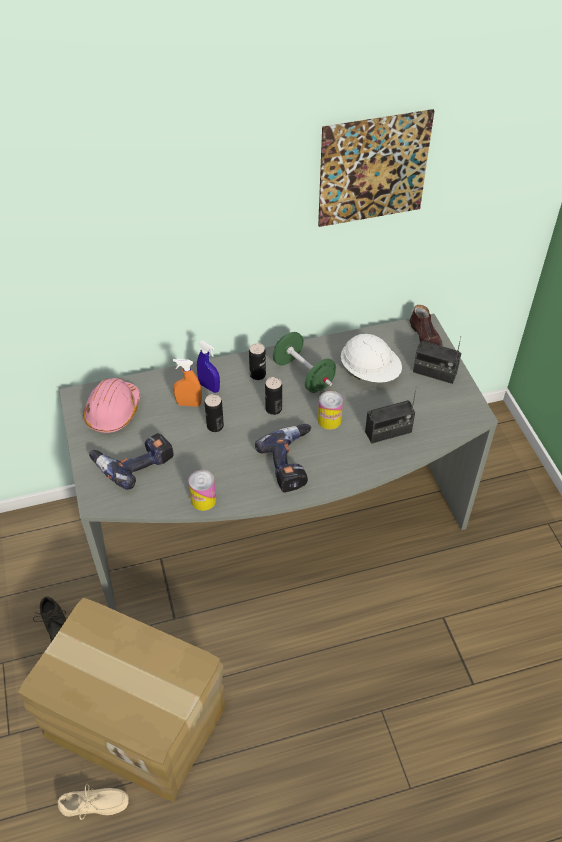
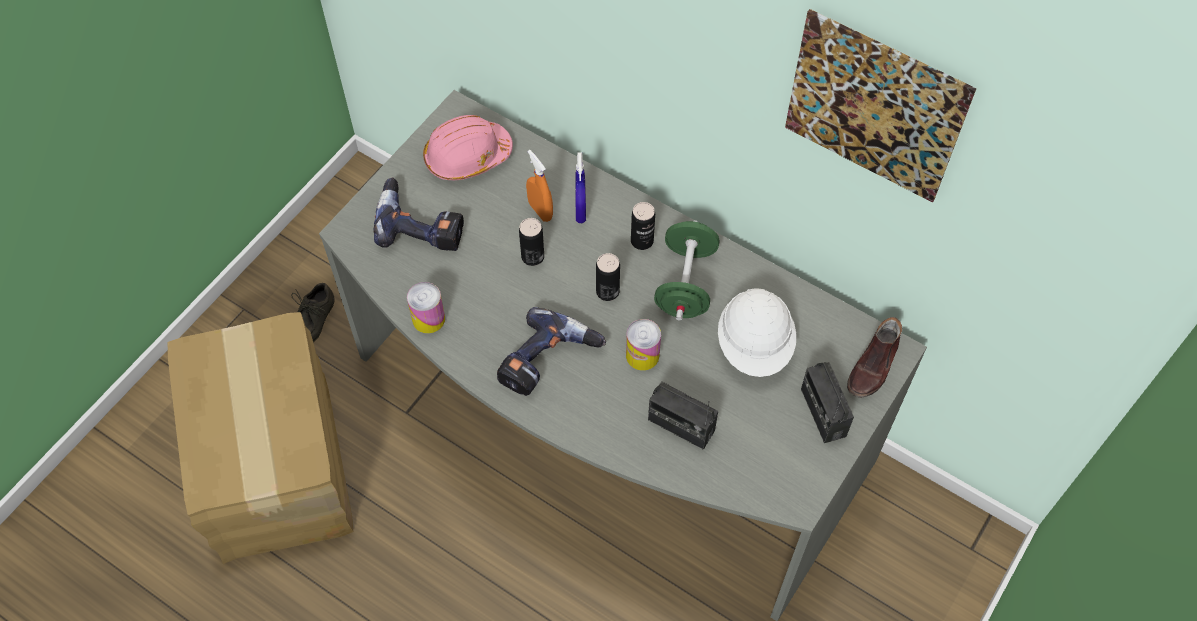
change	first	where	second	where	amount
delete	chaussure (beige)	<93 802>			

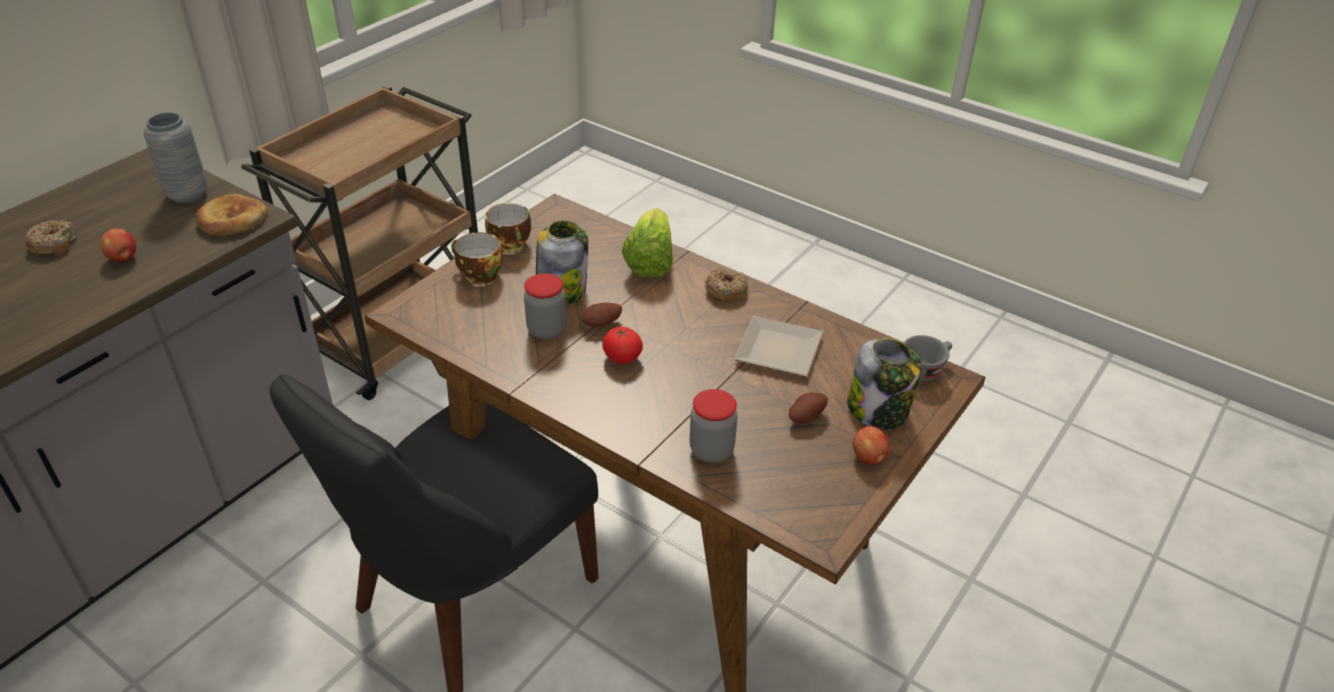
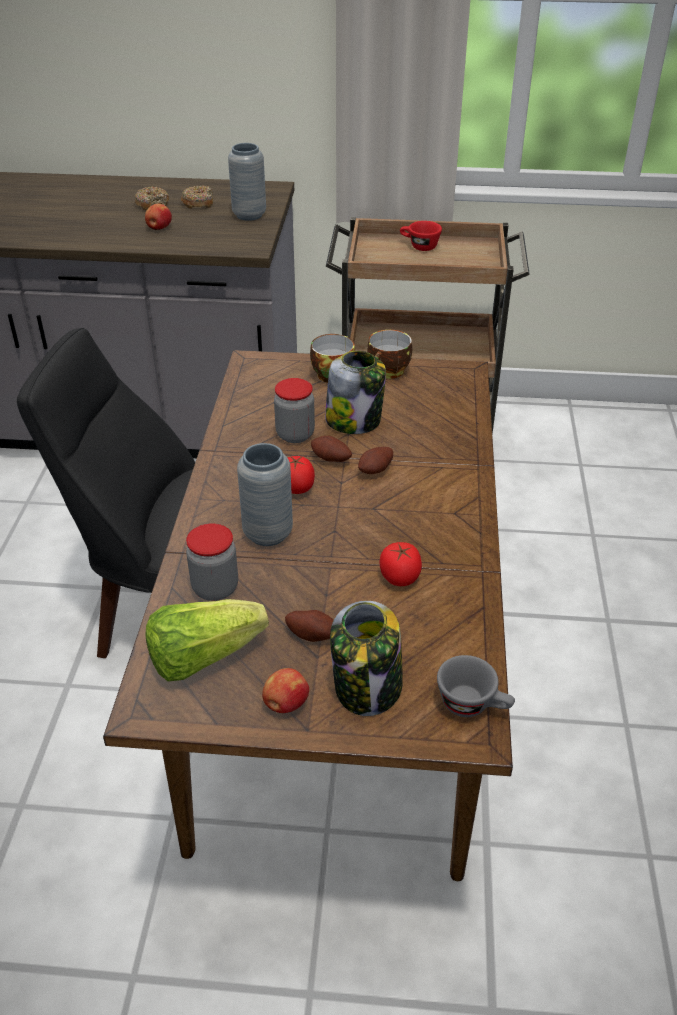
change	first	where	second	where	amount
move	laitue	<647 243>		<207 640>	
move	beignet	<726 284>		<197 197>	
insert			vase (gris)	<265 494>	
insert			pomme de terre	<375 460>	
replace	assiette	<778 346>	tomate	<400 564>	
insert			tasse (rouge)	<421 236>	
delete	pain	<231 215>			

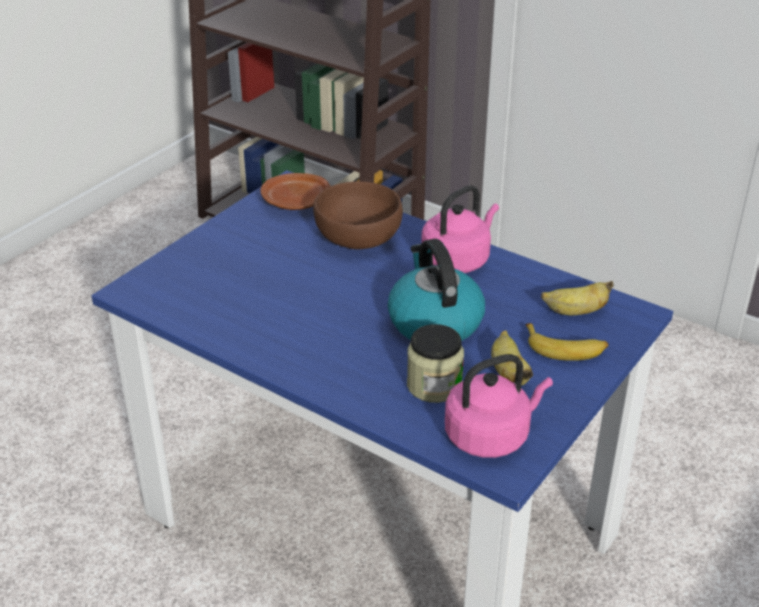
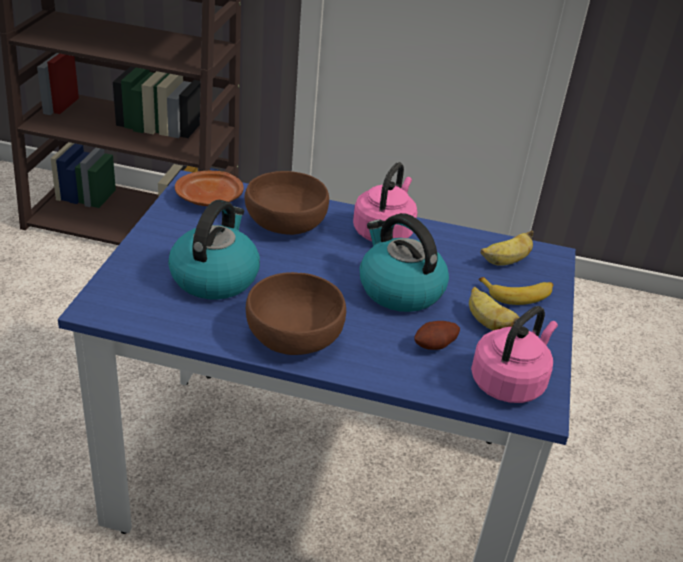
change	first	where	second	where	amount
insert			bouilloire	<214 250>	
insert			bol (marron)	<296 313>	
replace	bocal	<435 363>	pomme de terre	<437 335>	

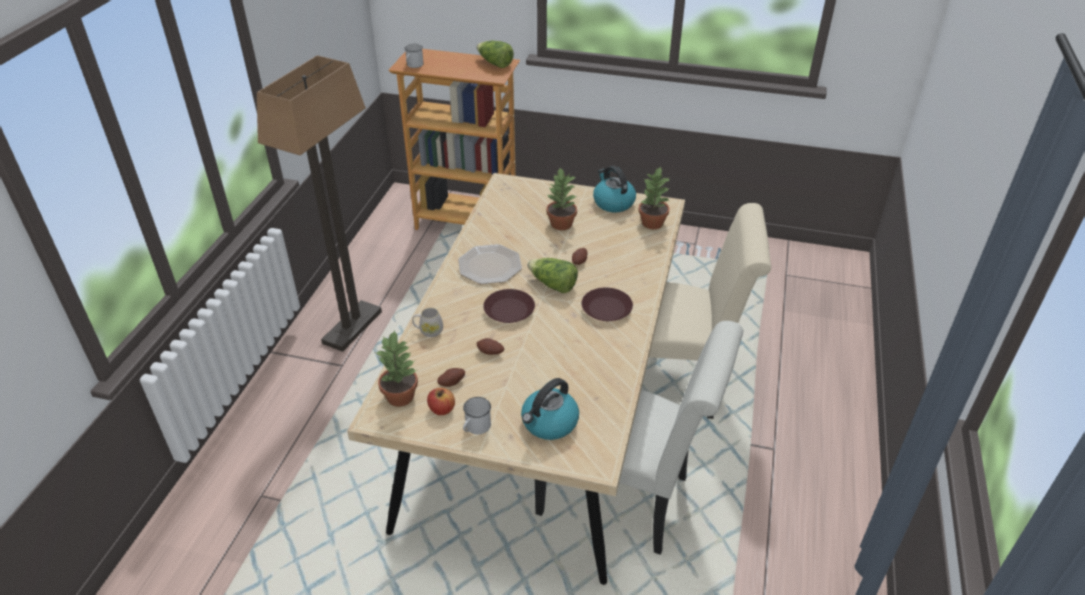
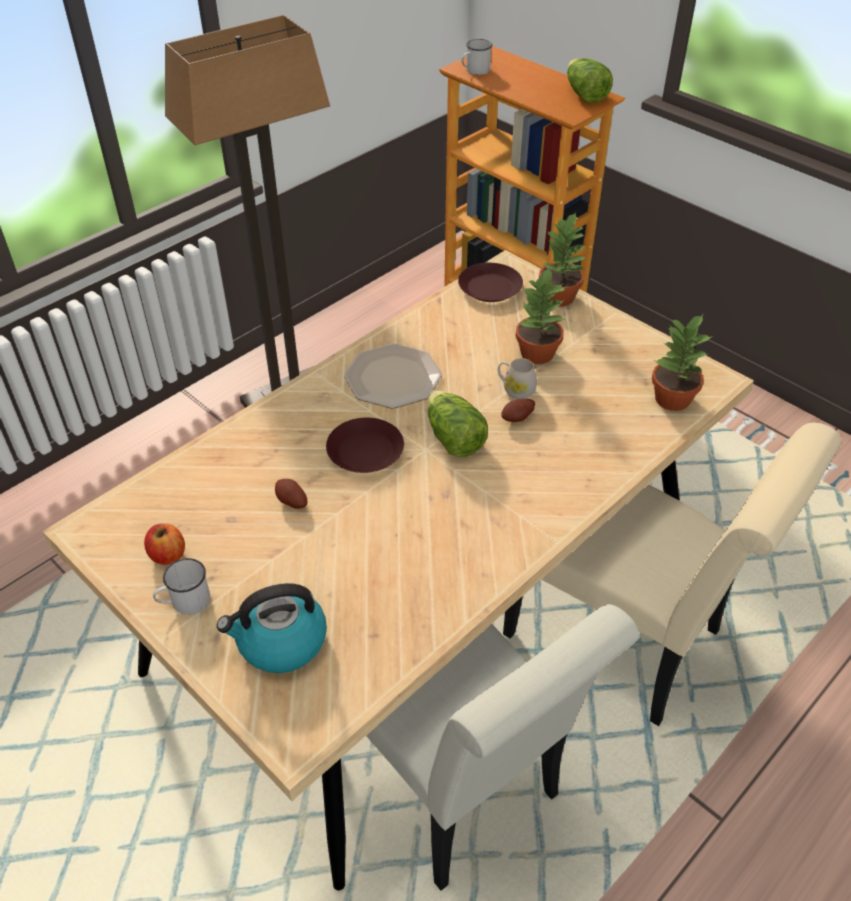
change	first	where	second	where	amount
move	assiette (marron)	<607 304>		<490 282>	
move	mug (blanc)	<427 322>		<517 378>	
move	plante en pot	<396 368>		<563 259>	
delete	pomme de terre	<451 377>			
delete	bouilloire	<614 189>			

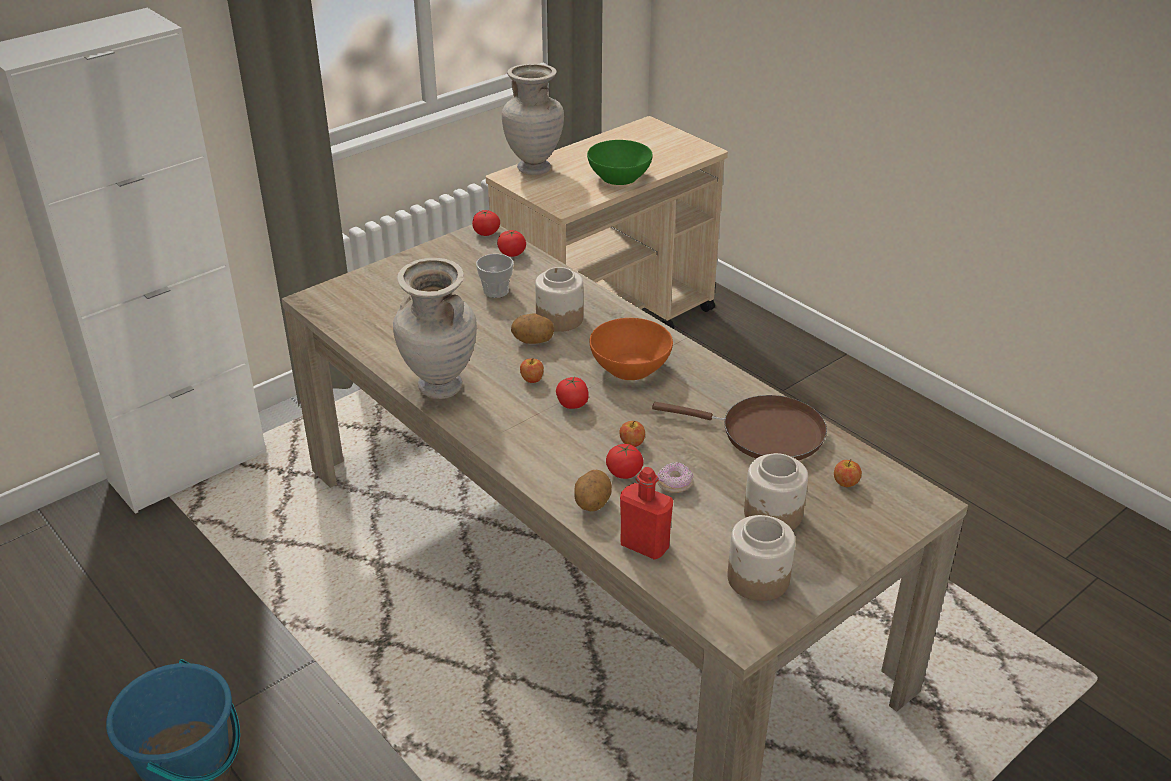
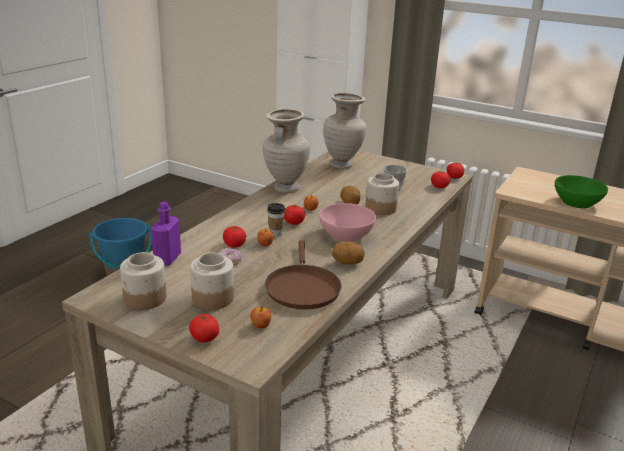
change	first	where	second	where	amount
recolor	bouteille (rouge)	<646 513>	bouteille (violet)	<166 233>	
insert			tomate	<204 328>	
insert			tasse	<276 220>	
recolor	bol (orange)	<631 349>	bol (rose)	<347 222>	
move	vase (beige)	<533 119>		<344 131>	
move	pomme de terre	<593 490>		<348 253>	

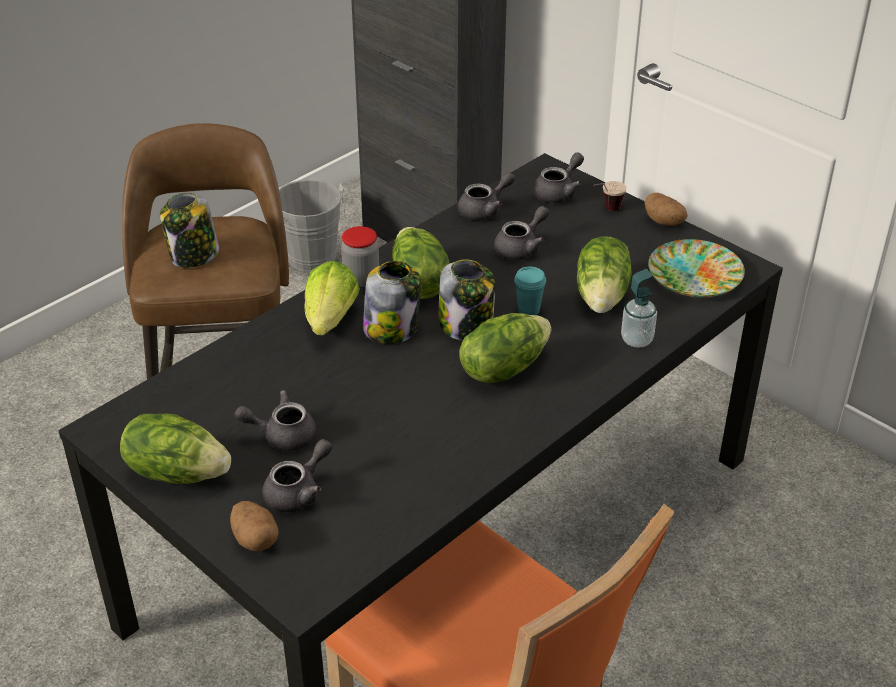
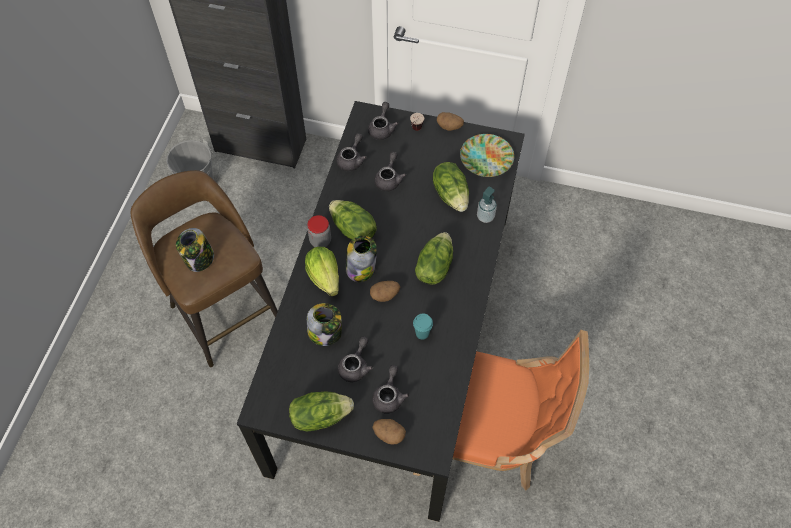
change	first	where	second	where	amount
move	bocal	<467 300>		<324 324>	
rotate	théière (gris)	<276 420>		<355 359>	150 degrees clockwise
insert			pomme de terre	<385 291>	
move	tasse (turquoise)	<530 291>		<423 326>	

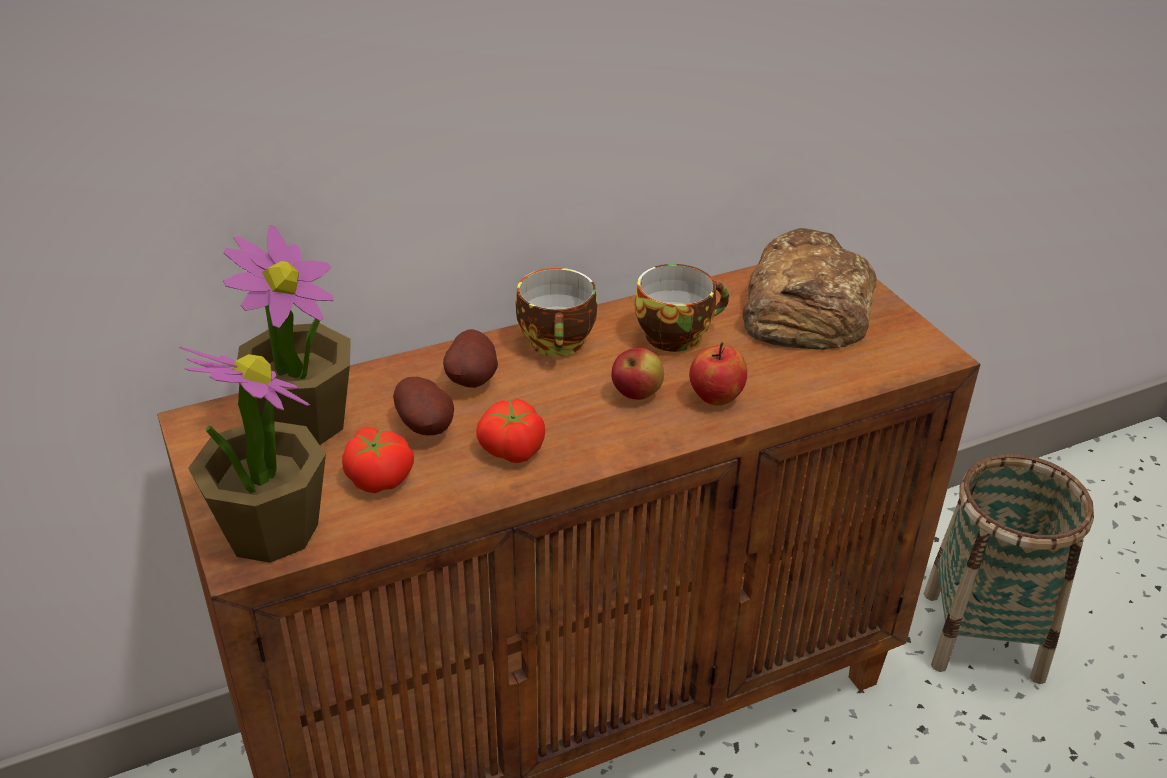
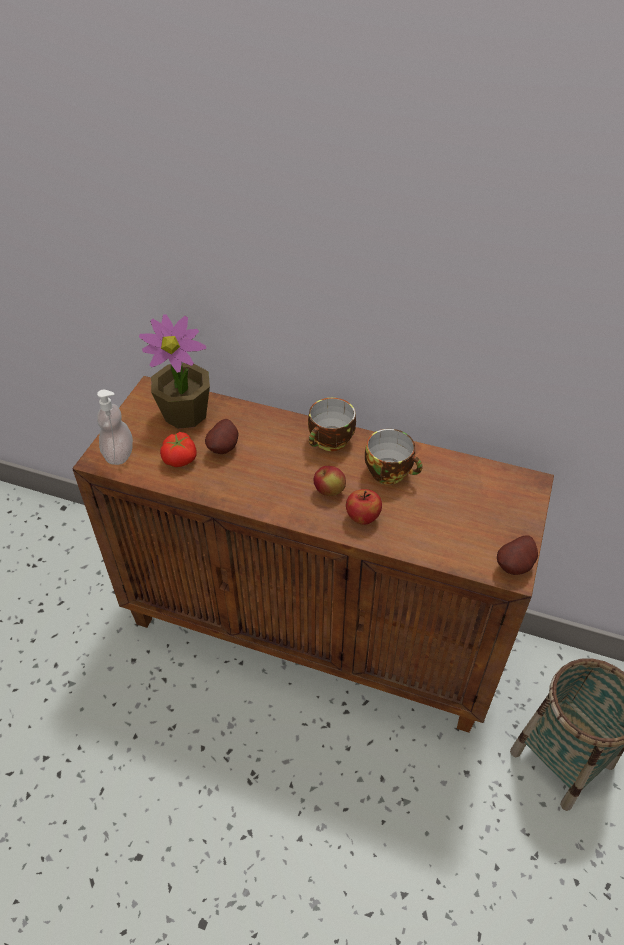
change	first	where	second	where	amount
replace	plante en pot	<252 454>	distributeur de savon	<115 427>	
move	pomme de terre	<470 358>		<517 555>	
delete	tomate	<510 431>			
delete	pain	<809 289>			

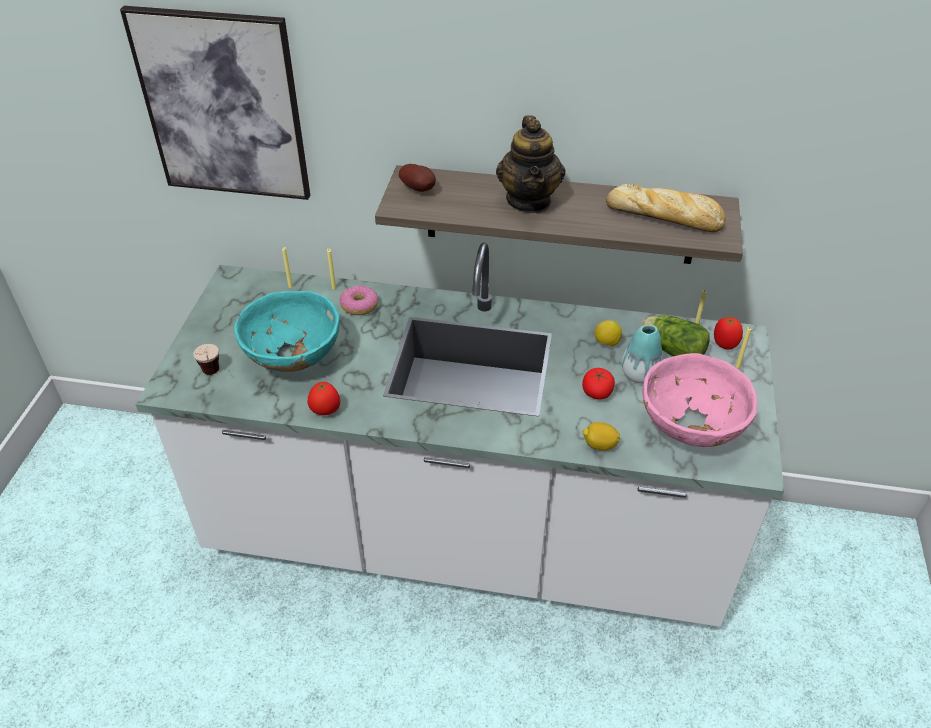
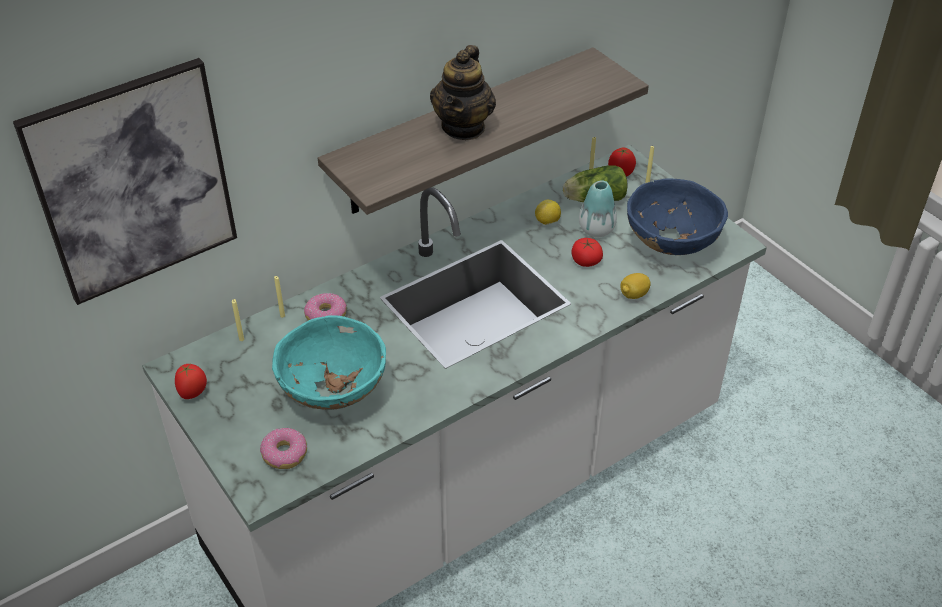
change	first	where	second	where	amount
move	tomate	<323 398>		<191 381>	
replace	tasse	<206 359>	beignet	<283 448>	
rotate	théière	<531 164>		<463 92>	60 degrees clockwise
recolor	bol (rose)	<699 400>	bol (bleu)	<677 216>	
delete	pomme de terre	<417 178>			
delete	pain	<666 208>			

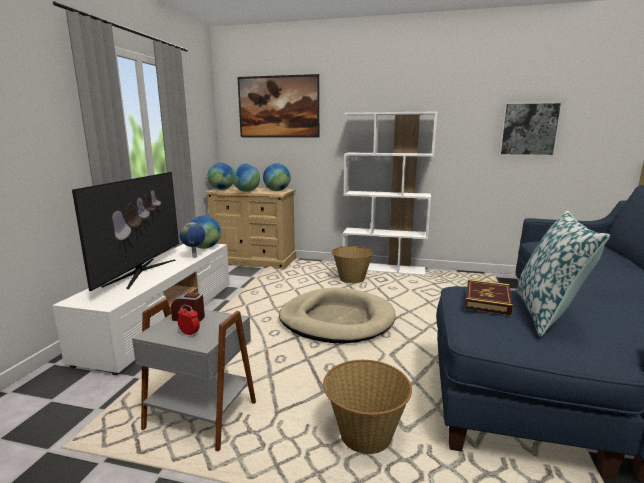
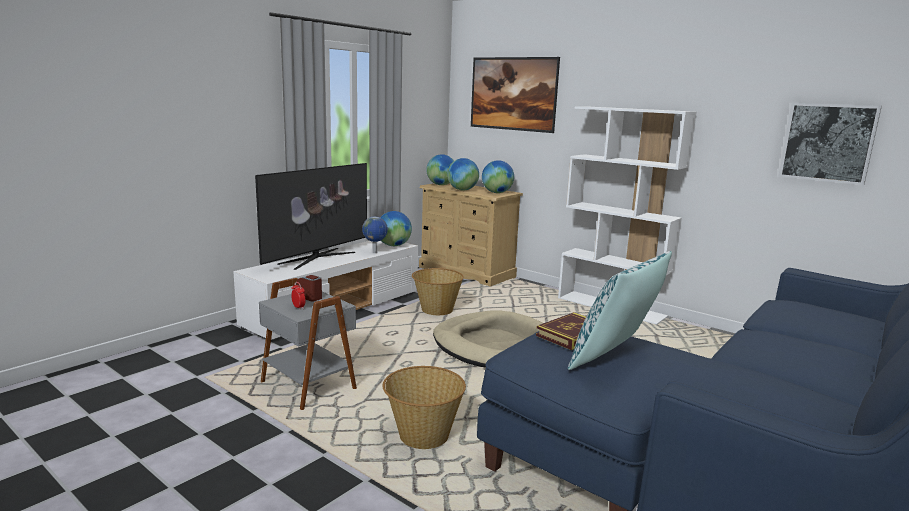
change	first	where	second	where	amount
move	panier	<352 264>		<438 291>	

